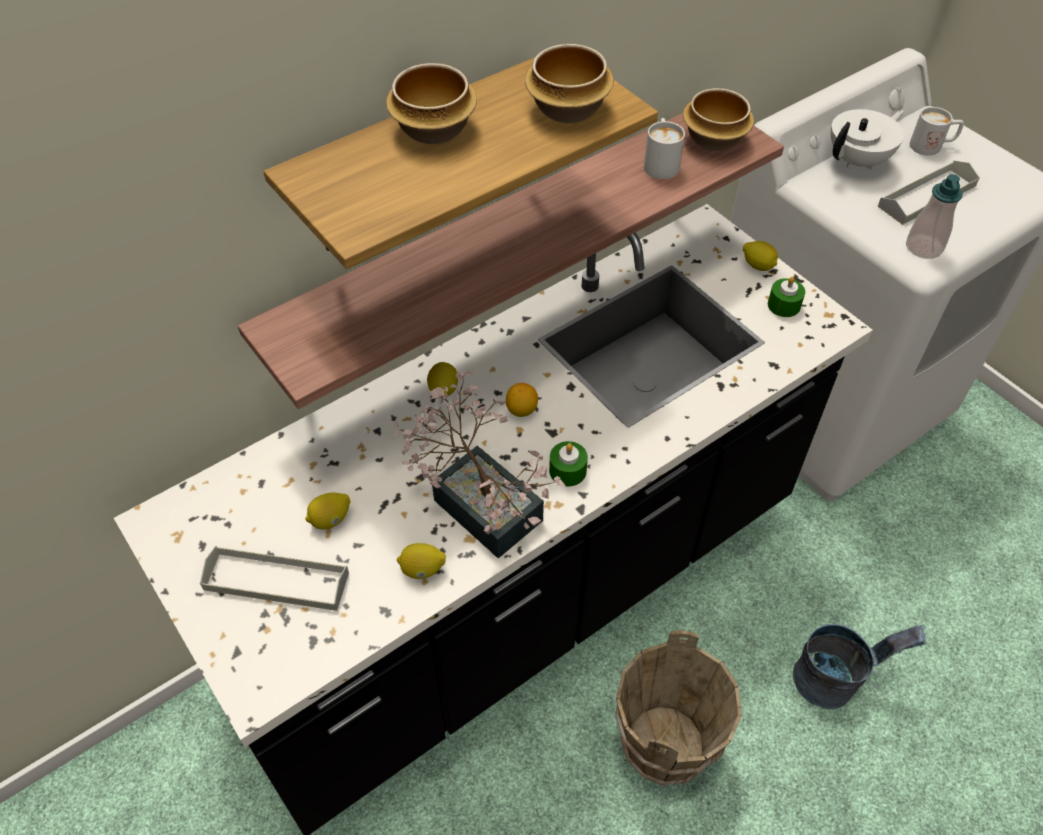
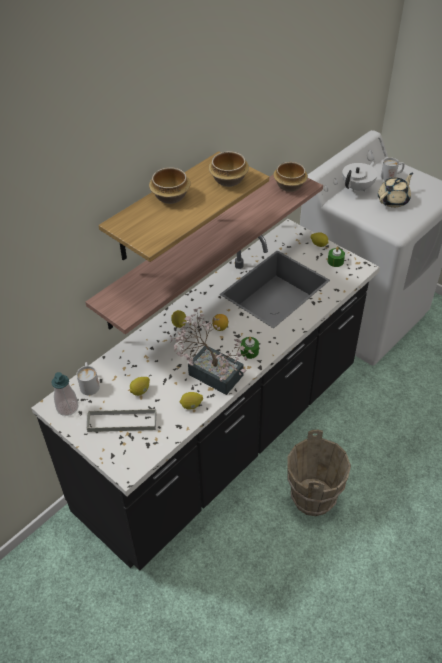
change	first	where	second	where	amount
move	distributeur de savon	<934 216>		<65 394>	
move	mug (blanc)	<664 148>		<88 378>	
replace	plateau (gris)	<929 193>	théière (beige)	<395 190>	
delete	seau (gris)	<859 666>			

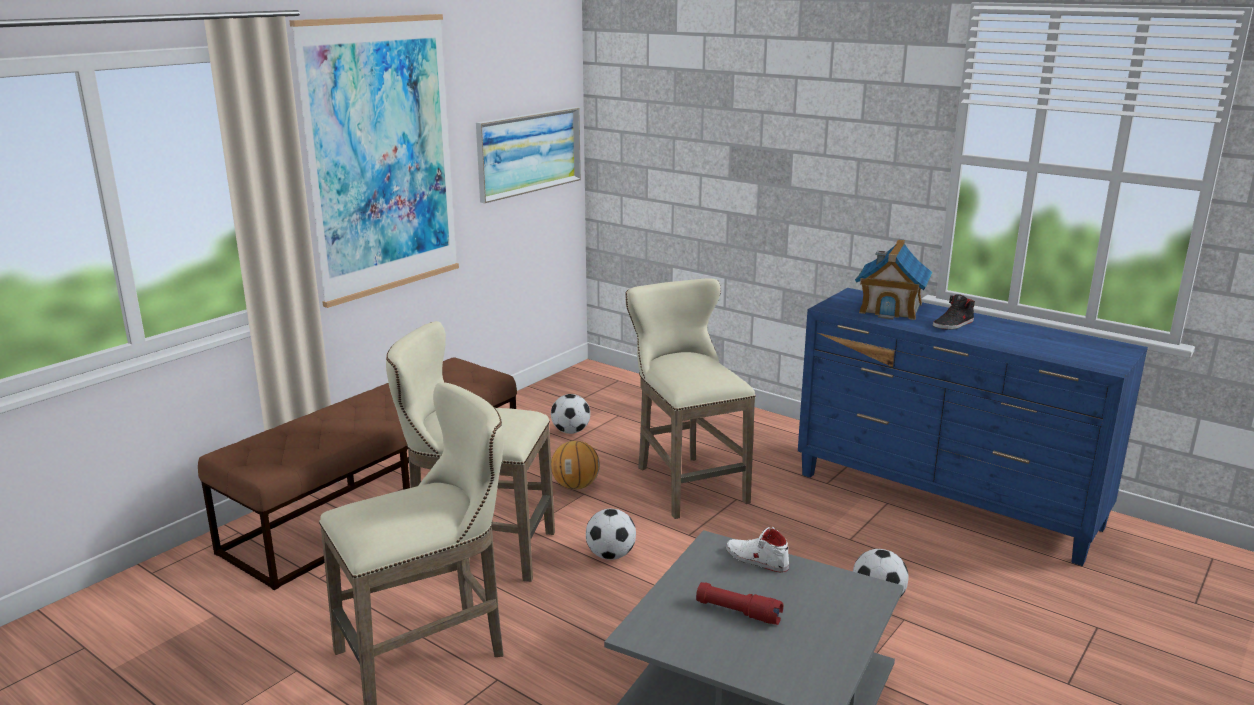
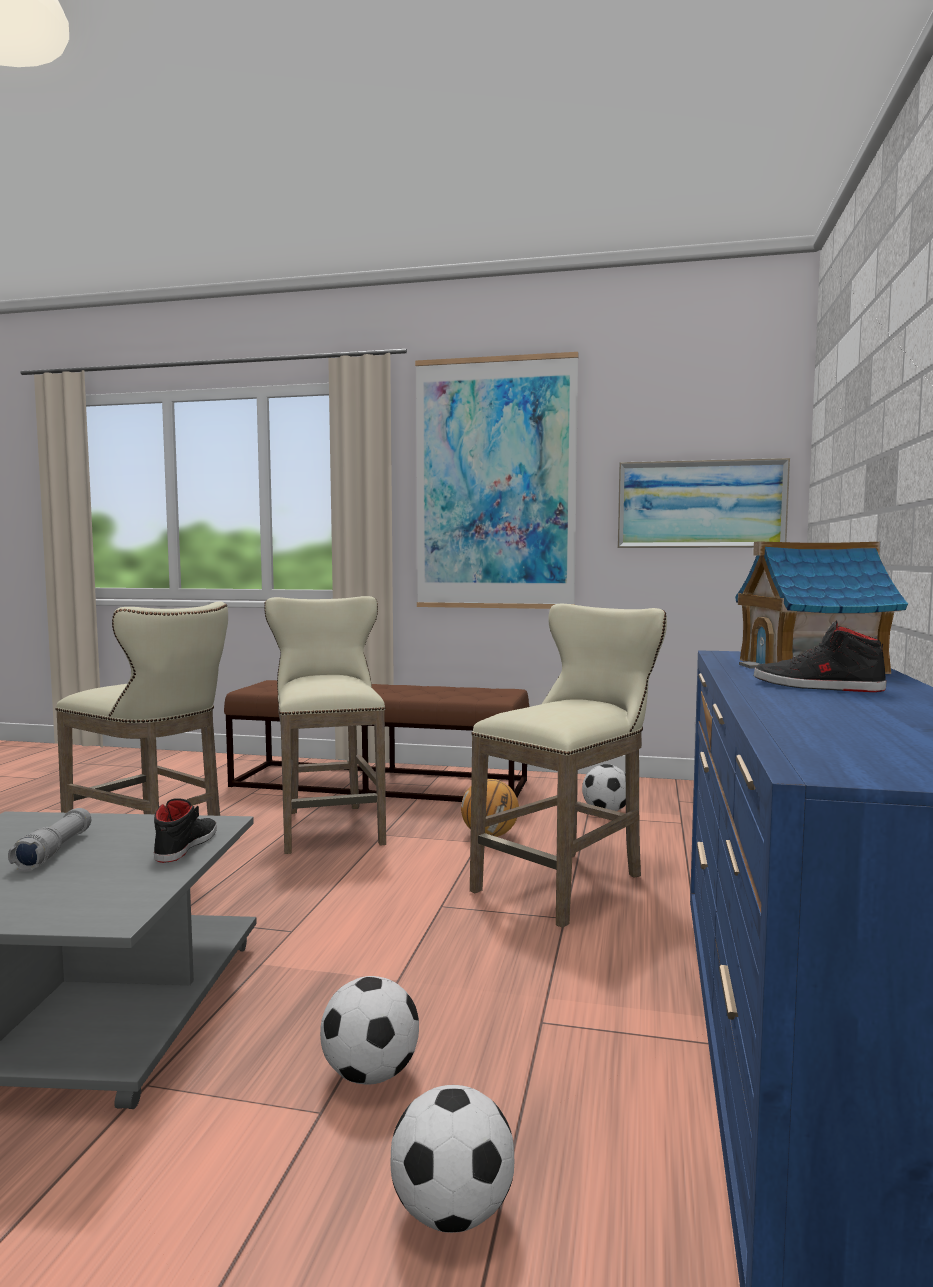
change	first	where	second	where	amount
recolor	lampe de poche (rouge)	<739 603>	lampe de poche (gris)	<50 840>	
recolor	chaussure (blanc)	<757 549>	chaussure (noir)	<185 831>	
move	ballon de foot	<611 534>		<452 1159>	

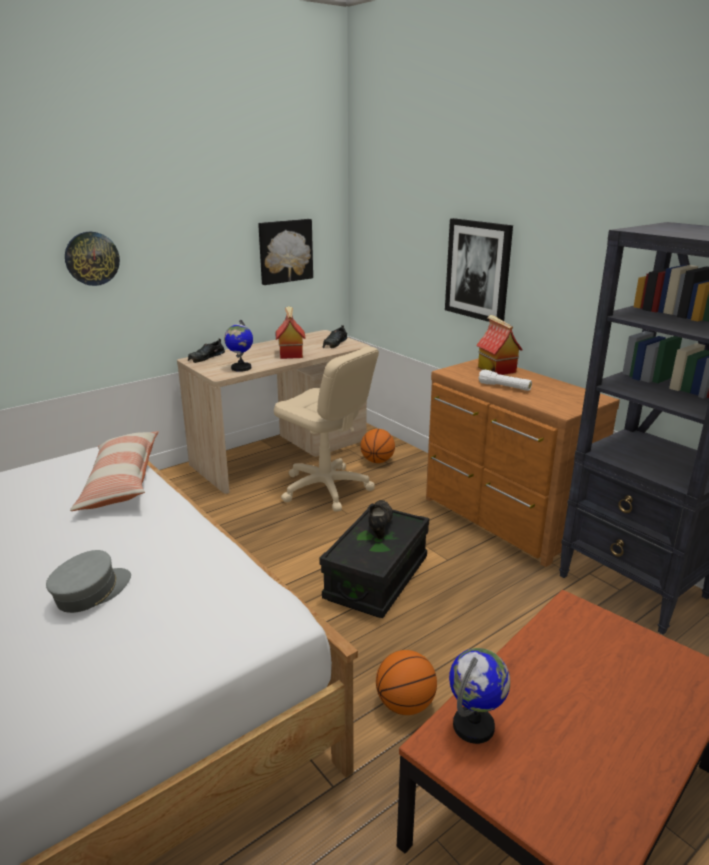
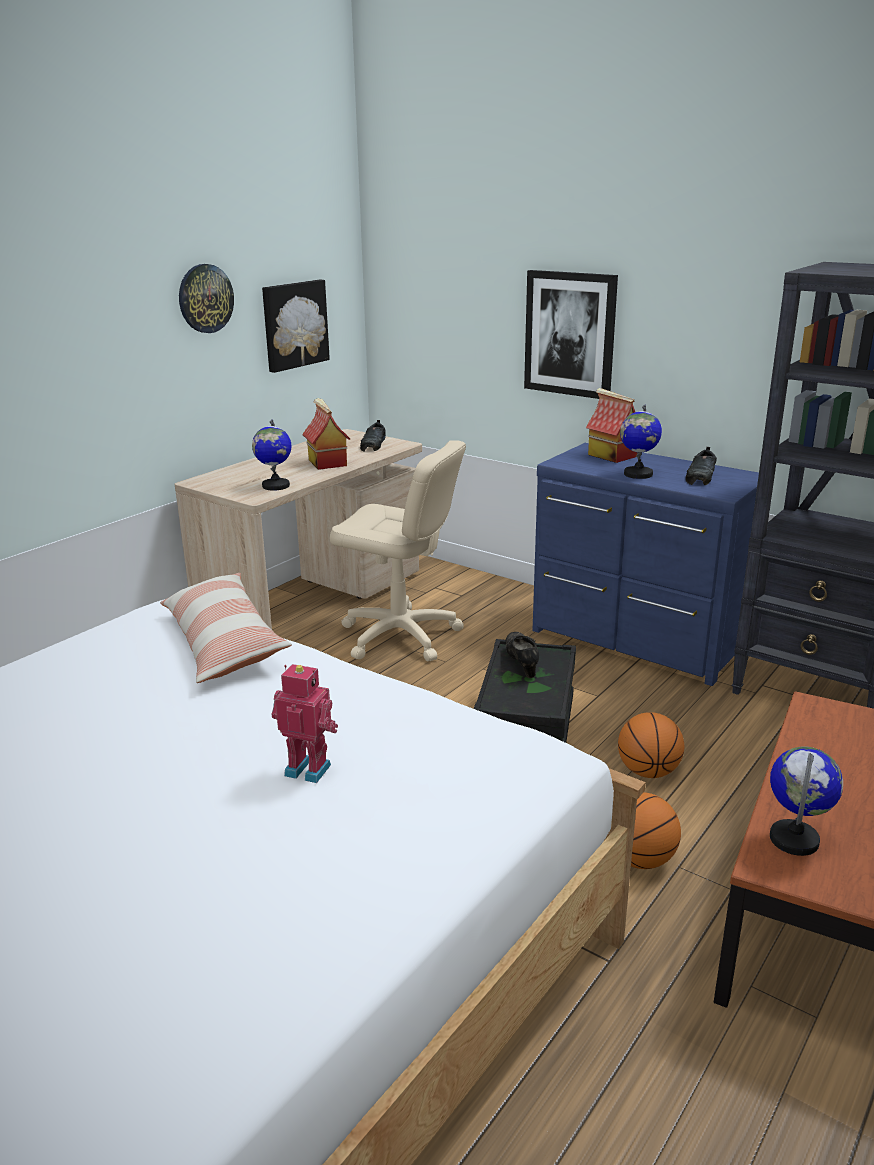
change	first	where	second	where	amount
move	horloge murale	<92 259>		<206 298>	
replace	casquette (gris)	<88 581>	robot jouet	<305 723>	
recolor	commode (marron)	<523 462>	commode (bleu)	<645 564>	
move	ballon de basket	<378 446>		<651 745>	
replace	lampe de poche (blanc)	<505 380>	globe	<641 442>	
move	chaussure (noir)	<206 351>		<701 466>	

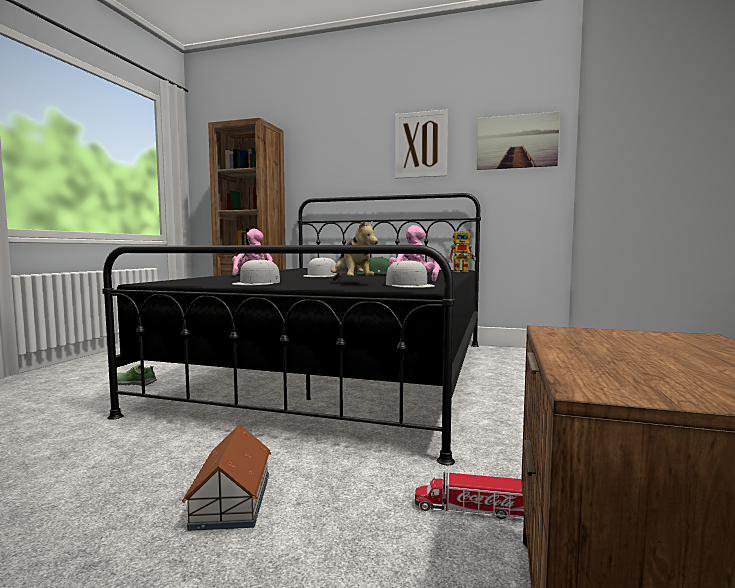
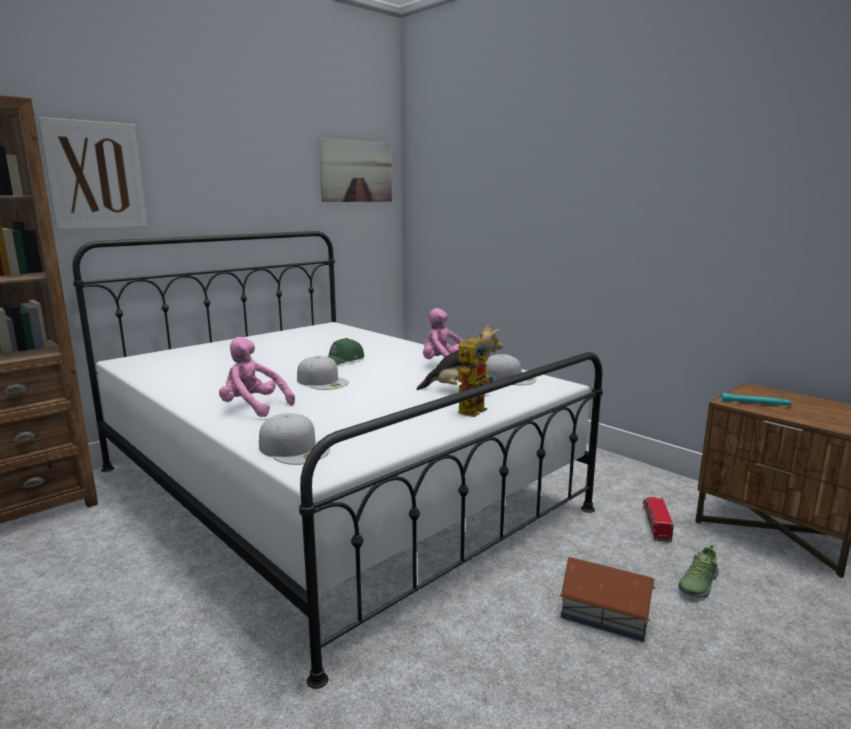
change	first	where	second	where	amount
move	tableau	<421 143>		<92 173>	
recolor	lit (noir)	<291 329>	lit (blanc)	<337 460>	
move	casquette (blanc)	<256 272>		<294 439>	
move	robot jouet	<462 250>		<476 375>	
rotate	camion jouet	<469 495>		<658 520>	150 degrees clockwise
move	chaussure	<137 375>		<698 571>	
insert			lampe de poche (turquoise)	<756 399>	

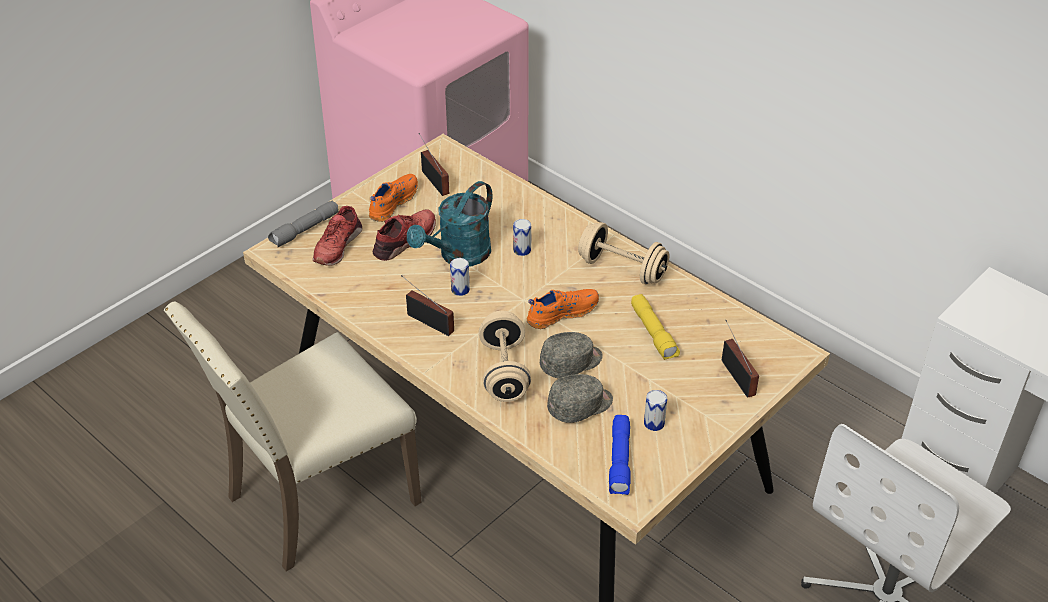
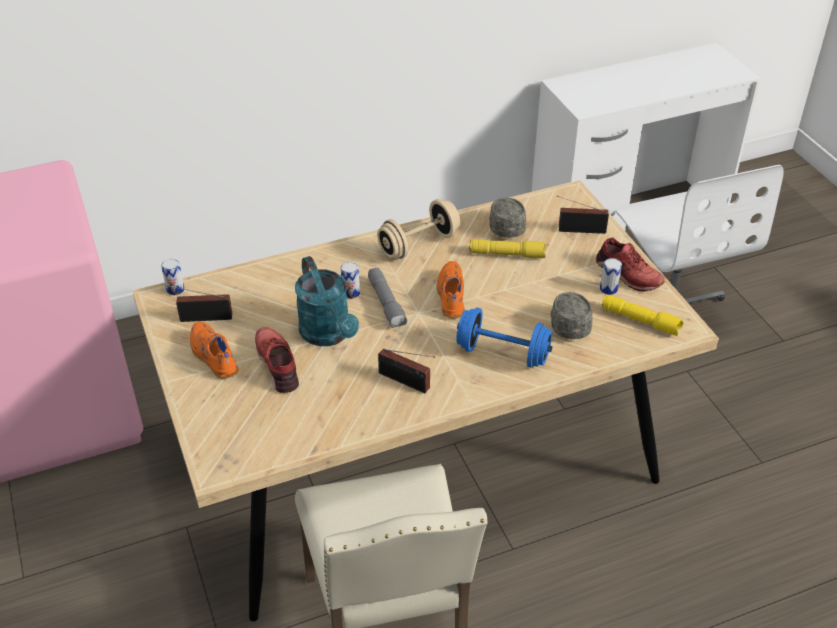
change	first	where	second	where	amount
move	boîte métallique	<460 277>		<172 277>	
move	lampe de poche (gris)	<303 224>		<387 298>	
rotate	radio	<427 305>		<406 371>	120 degrees counterclockwise
recolor	haltère (beige)	<505 356>	haltère (bleu)	<504 337>	
move	casquette (gris)	<571 355>		<507 218>	
move	chaussure (rouge)	<337 236>		<630 264>	
recolor	lampe de poche (bleu)	<620 455>	lampe de poche (jaune)	<642 315>	

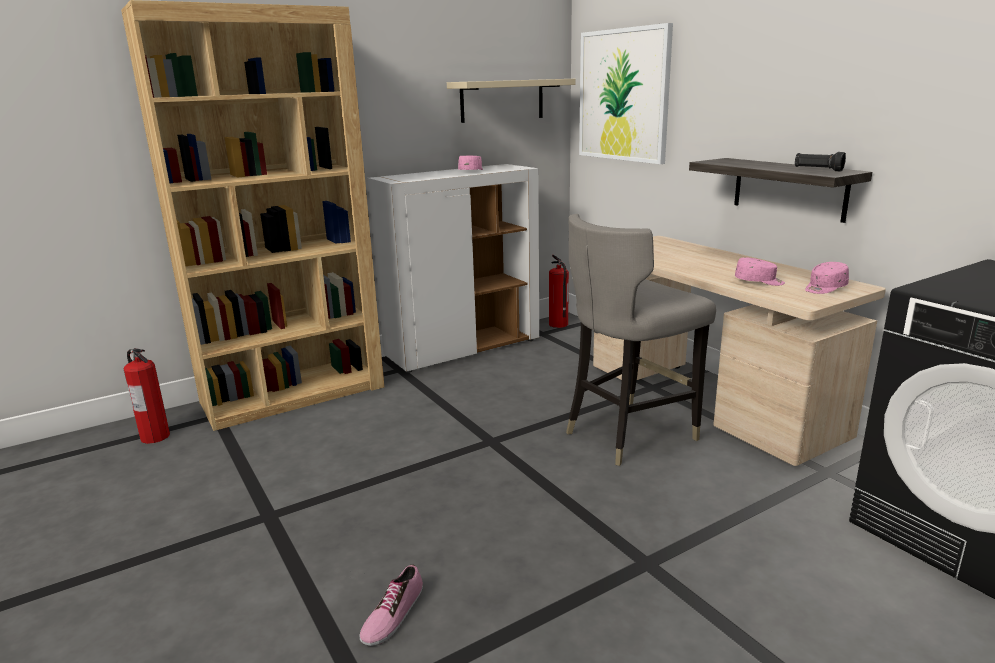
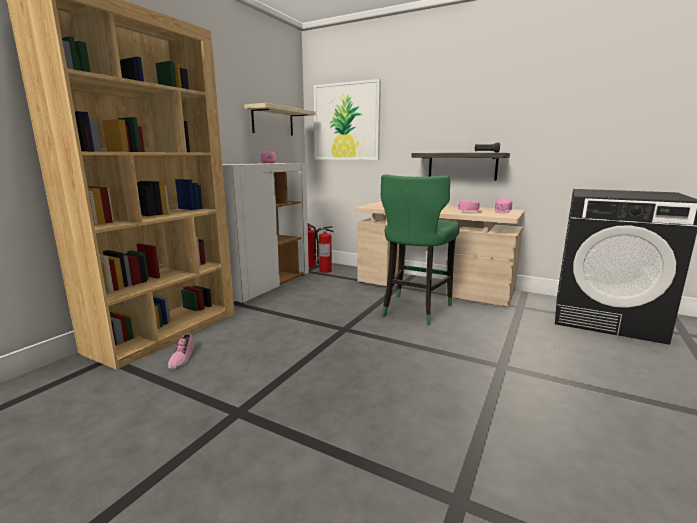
change	first	where	second	where	amount
move	chaussure	<391 605>		<181 351>	
move	extincteur	<147 396>		<325 249>	
recolor	tabouret (gris)	<641 340>	tabouret (vert)	<420 249>	

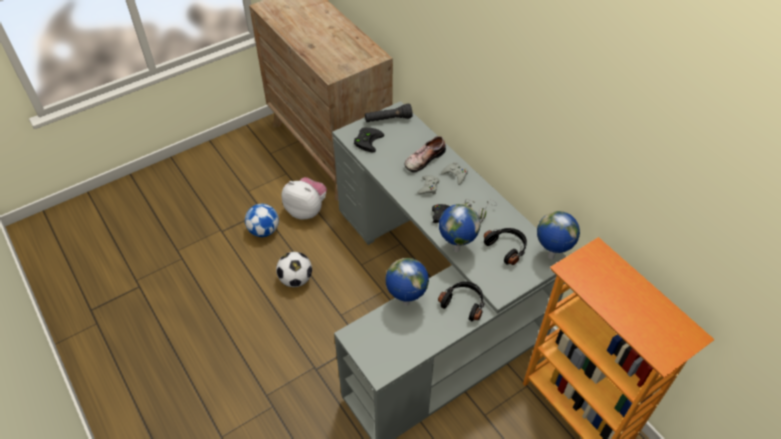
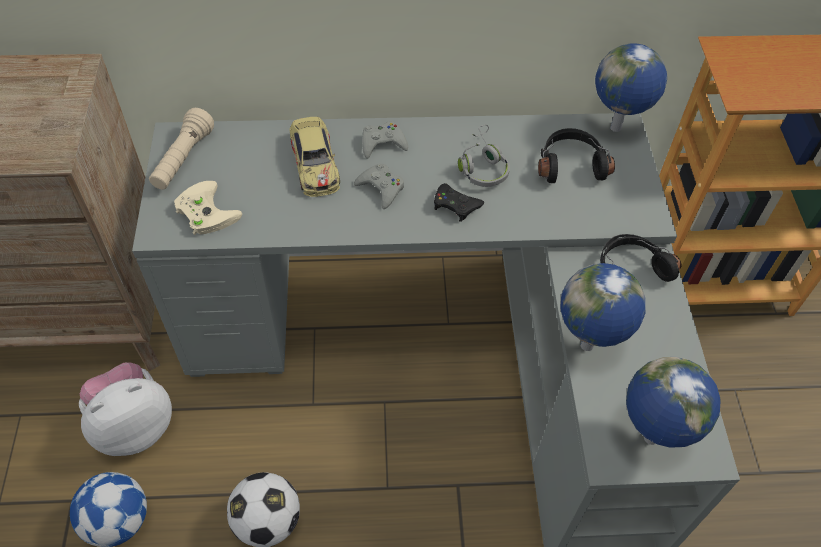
change	first	where	second	where	amount
recolor	lampe de poche (noir)	<389 113>	lampe de poche (beige)	<181 149>	
recolor	manette (noir)	<369 140>	manette (beige)	<208 208>	
replace	chaussure	<425 154>	petite voiture	<315 157>	
move	globe	<459 228>		<673 402>	

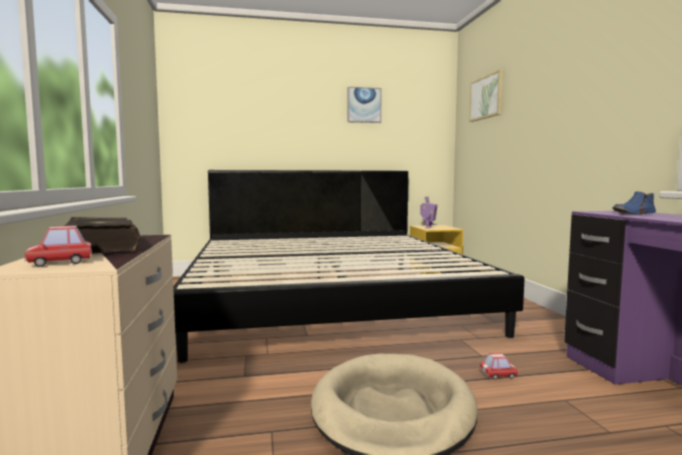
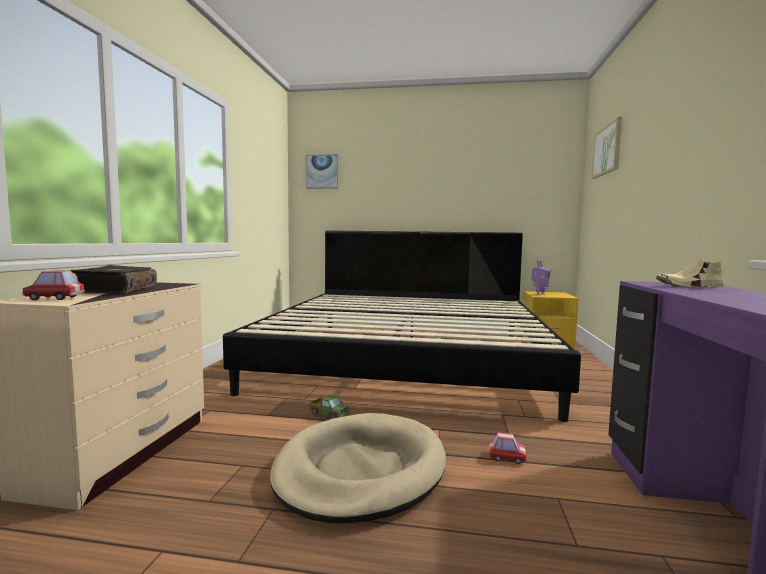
change	first	where	second	where	amount
move	tableau	<365 105>		<322 171>	
insert			camion jouet	<329 406>	
recolor	chaussure (bleu)	<634 203>	chaussure (beige)	<690 273>	

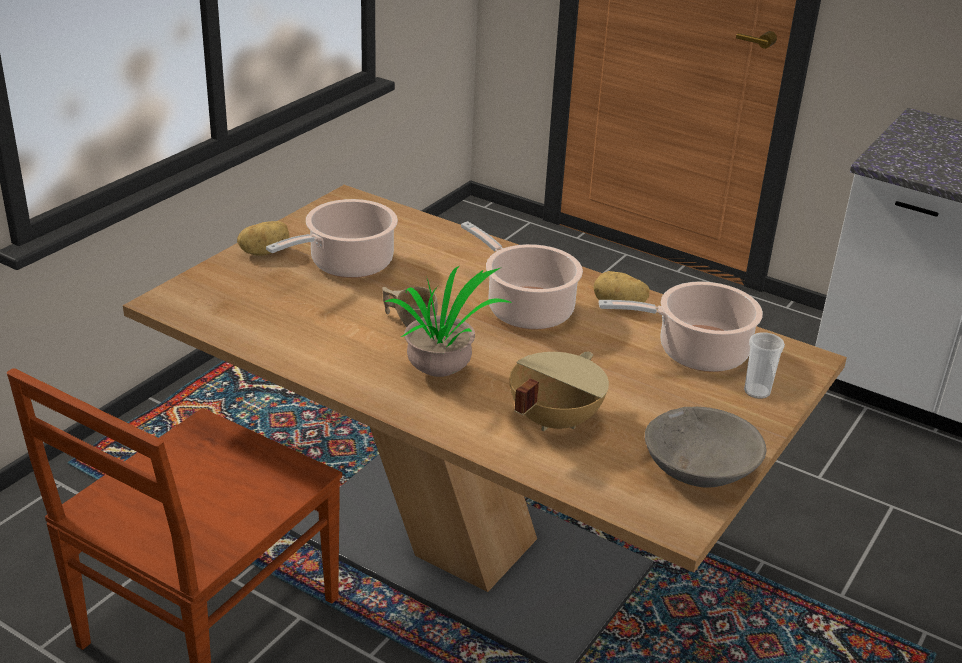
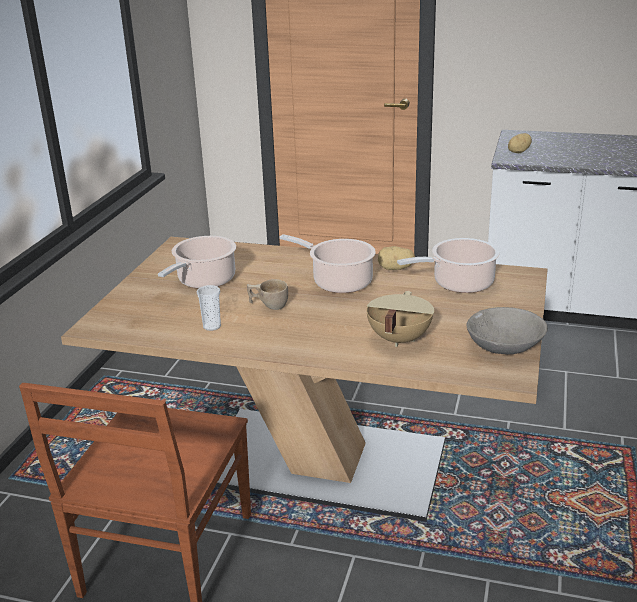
change	first	where	second	where	amount
move	tasse	<764 365>		<209 308>	
move	pomme de terre	<263 238>		<520 143>	
delete	plante en pot	<448 321>			

